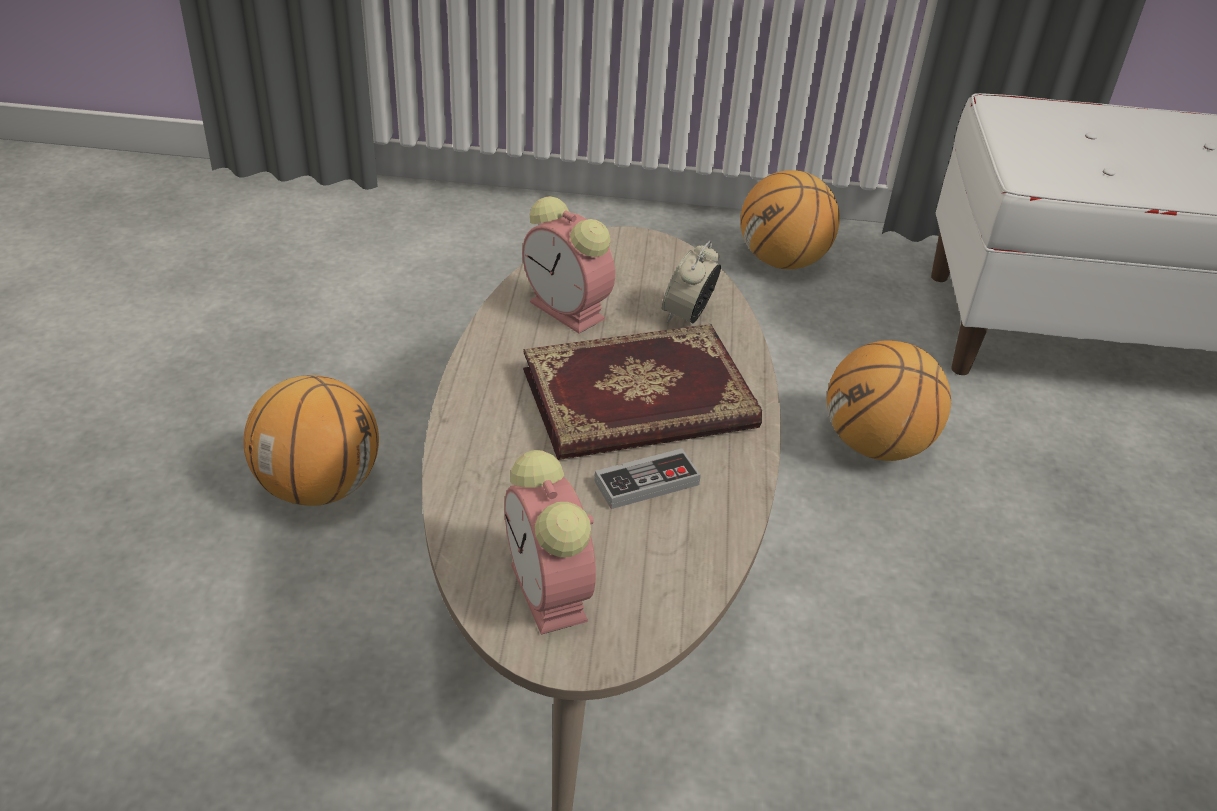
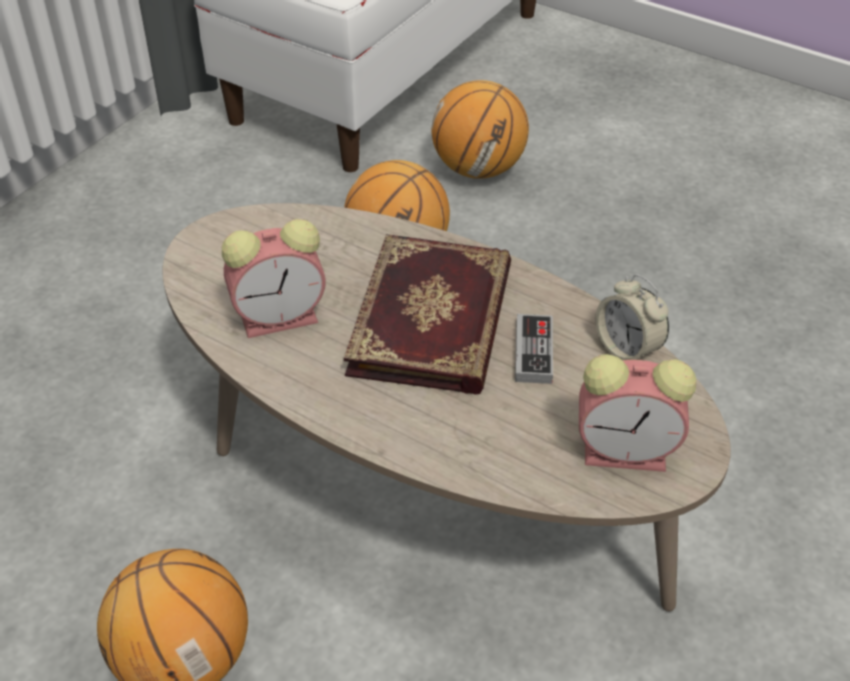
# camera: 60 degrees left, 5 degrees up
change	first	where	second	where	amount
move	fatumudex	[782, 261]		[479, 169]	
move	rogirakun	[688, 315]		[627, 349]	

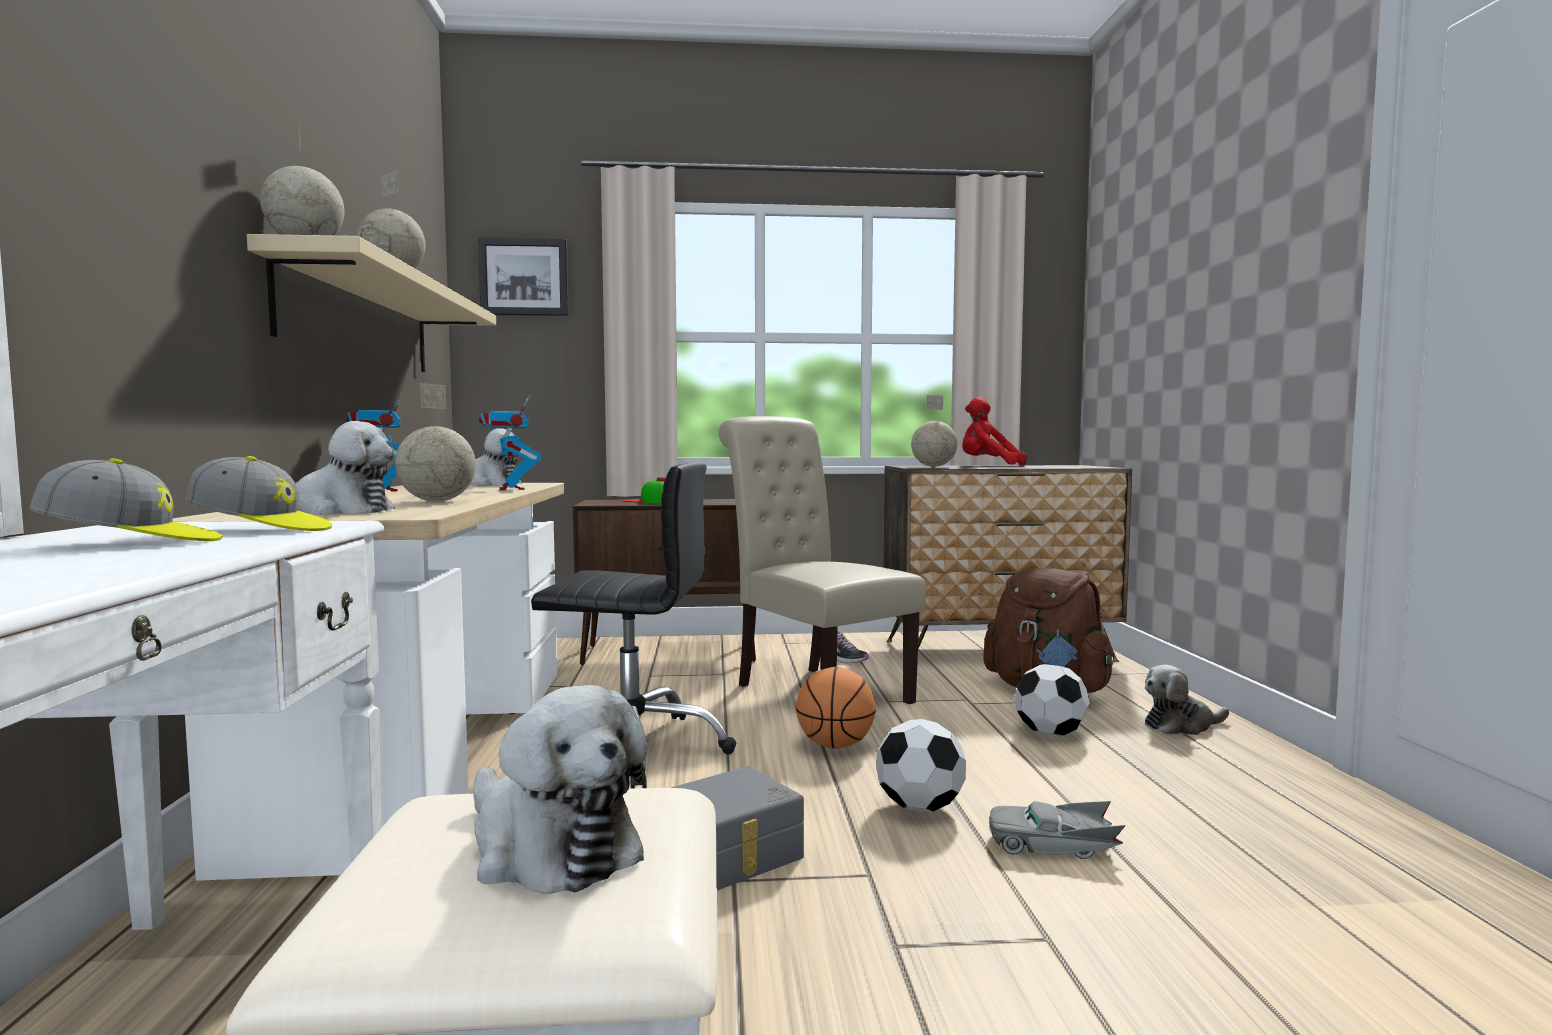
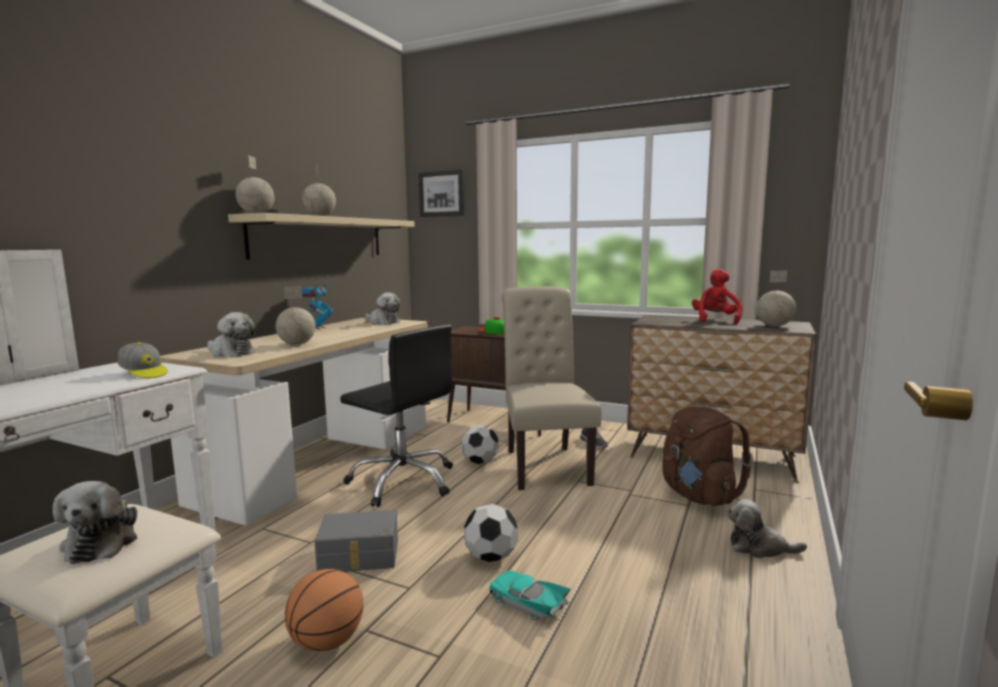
# camera: 30 degrees right, 5 degrees up
change	first	where	second	where	amount
move	fatumudex	[835, 746]		[327, 642]	
move	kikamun	[1050, 734]		[480, 462]	
recolor	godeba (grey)	[1052, 845]	godeba (turquoise)	[527, 604]	
rotate	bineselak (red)	[988, 465]		[715, 320]	45 degrees clockwise
move	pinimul	[934, 466]		[775, 326]	
delete	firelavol	[133, 542]			
delete	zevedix	[511, 489]			

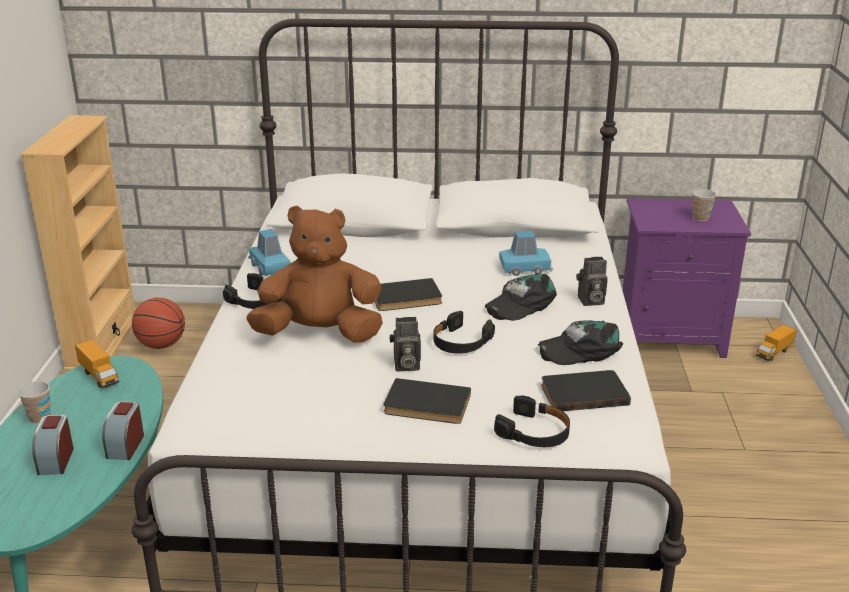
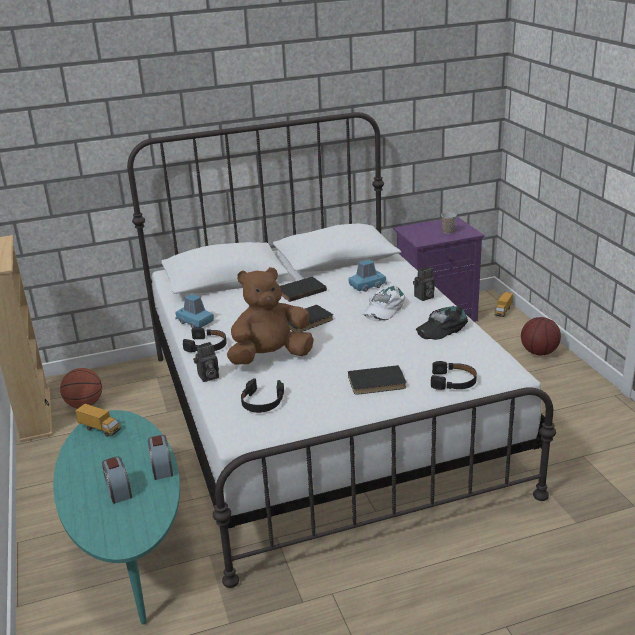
# camera: 20 degrees left, 0 degrees up
change	first	where	second	where	amount
move	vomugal	[405, 366]		[207, 377]	
move	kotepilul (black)	[461, 342]		[262, 402]	
move	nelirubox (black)	[583, 393]		[300, 290]	
recolor	firelavol (black)	[520, 304]	firelavol (white)	[383, 308]	
insert			fatumudex	[539, 352]	
delete	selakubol	[40, 418]			

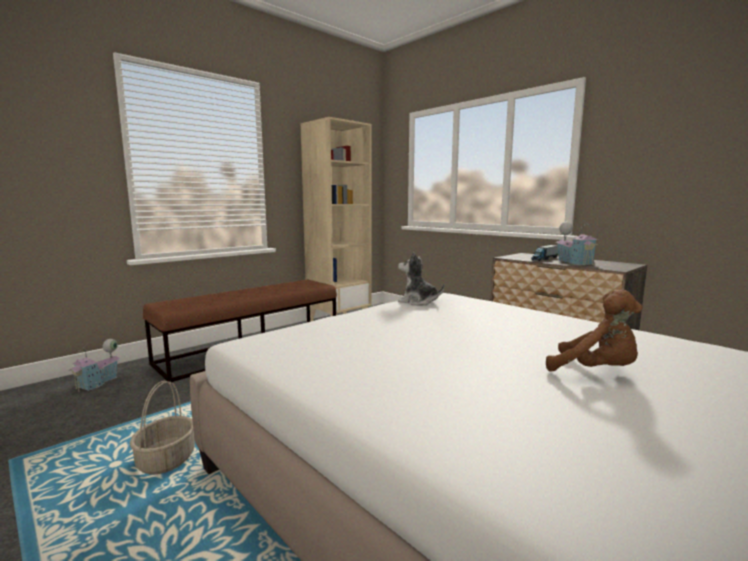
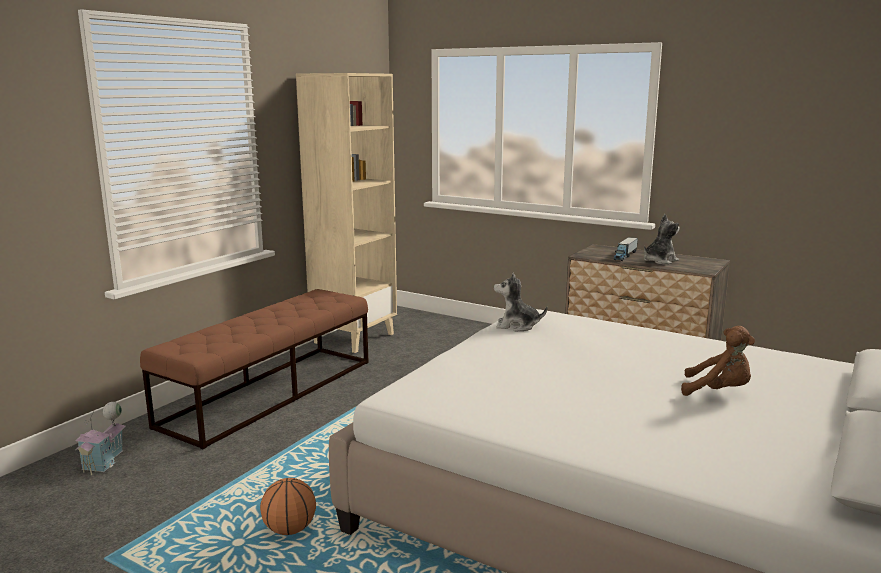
# camera: 15 degrees left, 5 degrees up
change	first	where	second	where	amount
replace	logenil	[166, 460]	fatumudex	[290, 530]	
replace	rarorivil	[575, 262]	bineselak	[659, 261]	

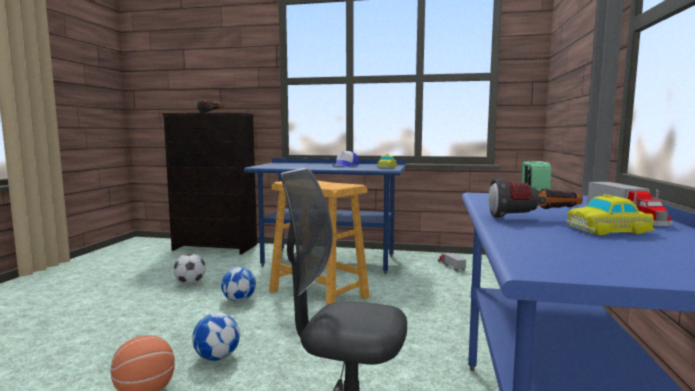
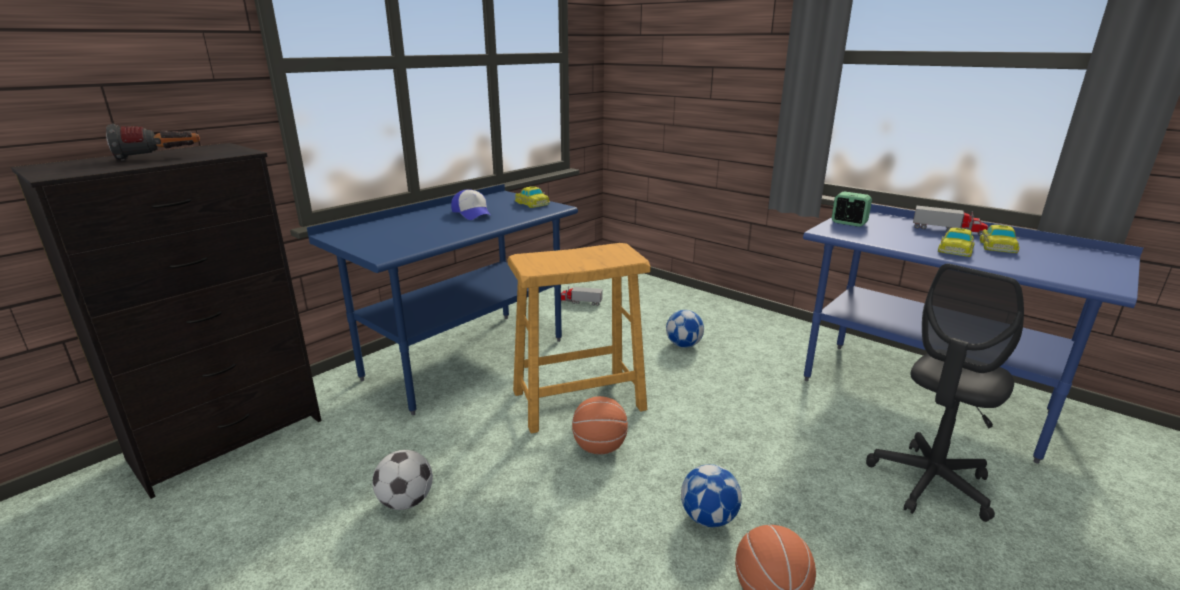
# camera: 60 degrees left, 15 degrees up
change	first	where	second	where	amount
insert			fatumudex	[600, 447]	
move	kikamun	[239, 300]		[683, 345]	
replace	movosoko	[533, 218]	godeba	[955, 249]	

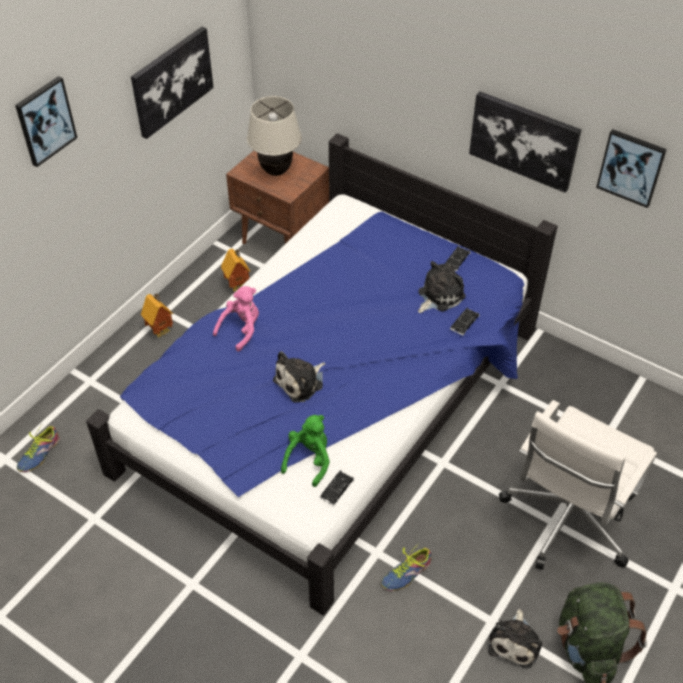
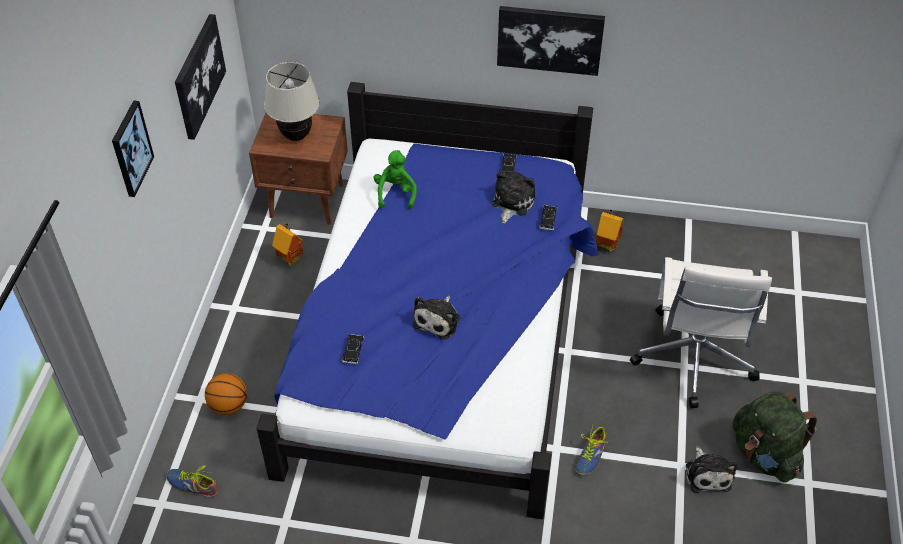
# camera: 25 degrees left, 0 degrees up
change	first	where	second	where	amount
rotate	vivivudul	[39, 454]		[193, 485]	105 degrees clockwise
insert			fatumudex	[228, 405]	
move	godeba (black)	[337, 489]		[353, 350]	
move	bineselak (green)	[309, 460]		[395, 193]	
move	rarorivil	[161, 330]		[607, 245]	
delete	bineselak (pink)	[241, 329]			
delete	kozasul	[631, 167]			

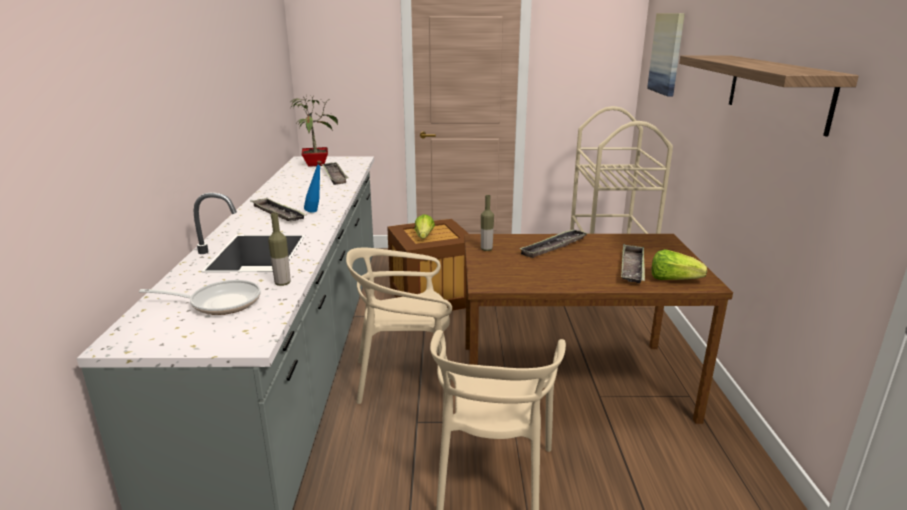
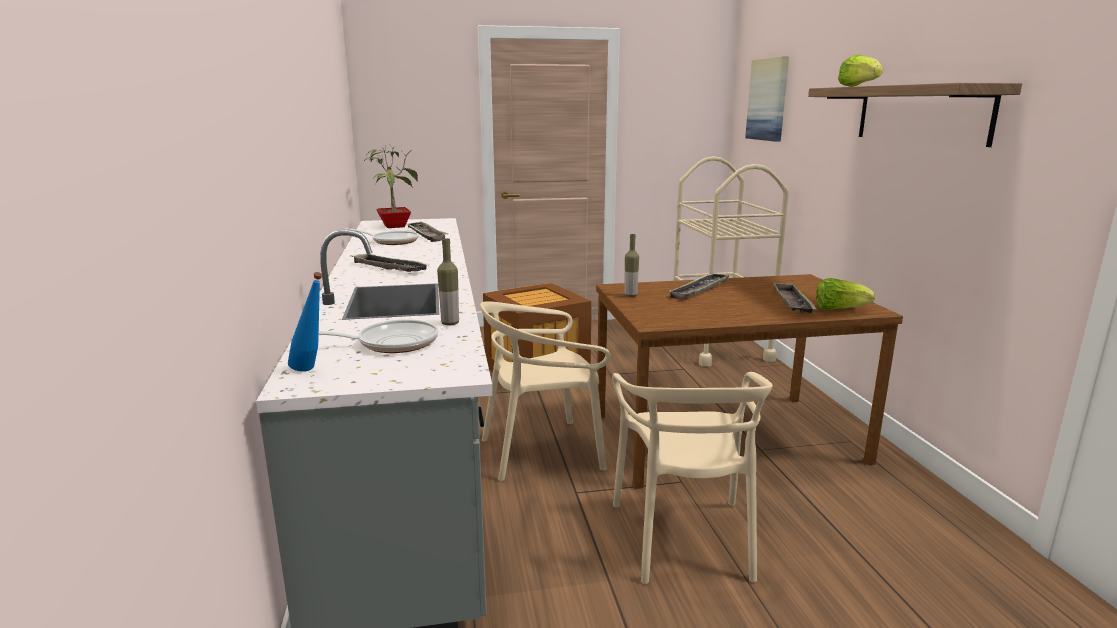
# camera: 10 degrees left, 5 degrees down
change	first	where	second	where	amount
move	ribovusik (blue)	[316, 212]		[312, 370]	
insert			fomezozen	[391, 241]	
move	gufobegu	[424, 237]		[859, 86]	

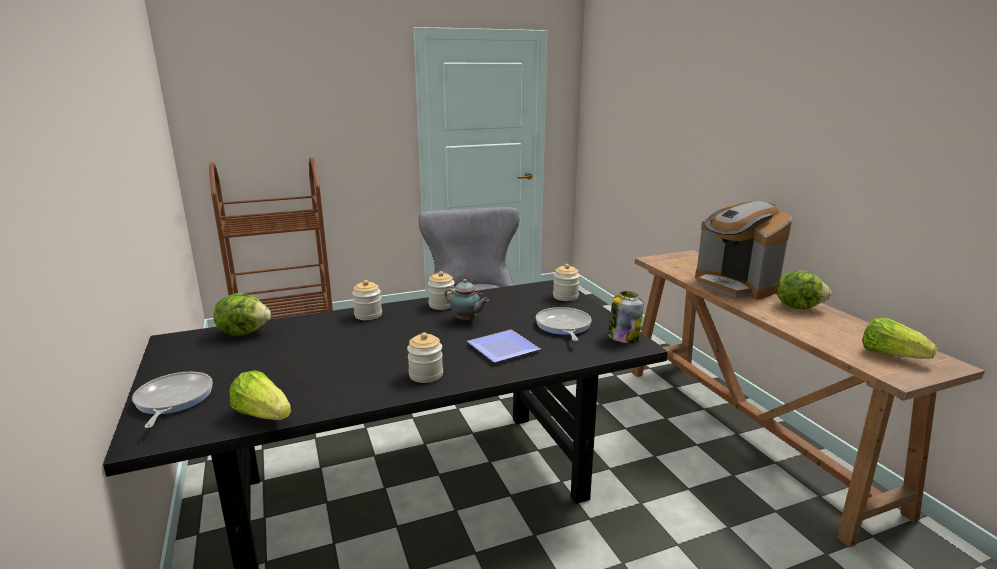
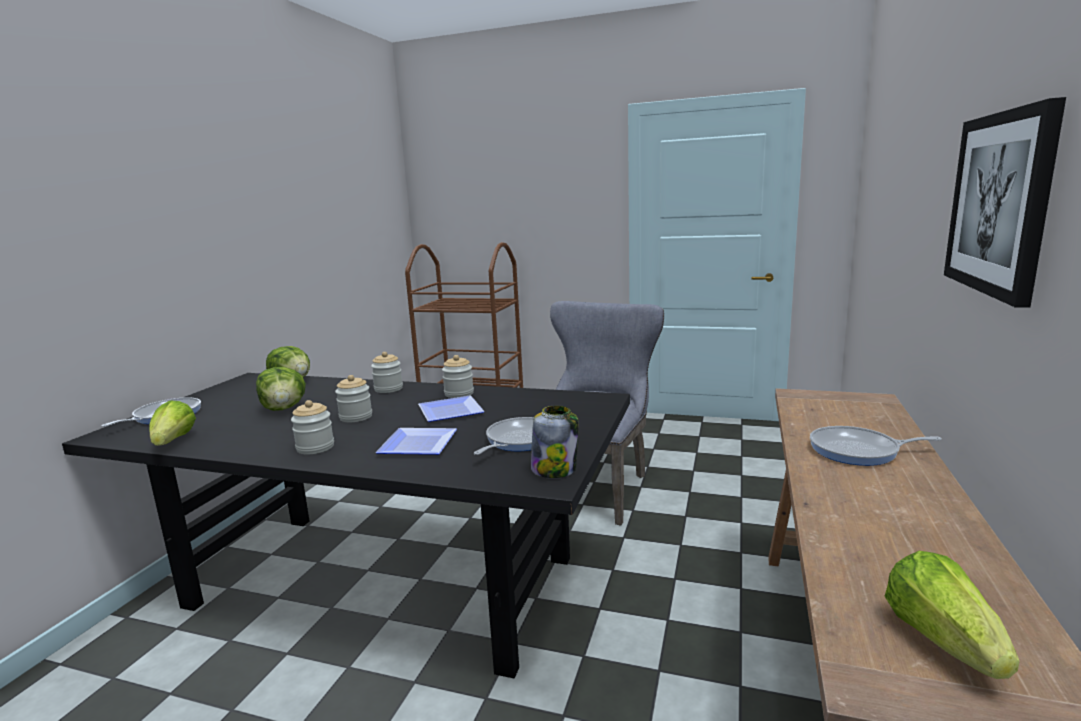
# camera: 40 degrees right, 5 degrees down
change	first	where	second	where	amount
move	gufobegu	[798, 306]		[284, 408]	
move	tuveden	[565, 297]		[356, 417]	
replace	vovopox	[466, 320]	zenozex	[448, 411]	
replace	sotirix	[735, 285]	fomezozen	[858, 451]	
insert			kozasul	[999, 203]	

